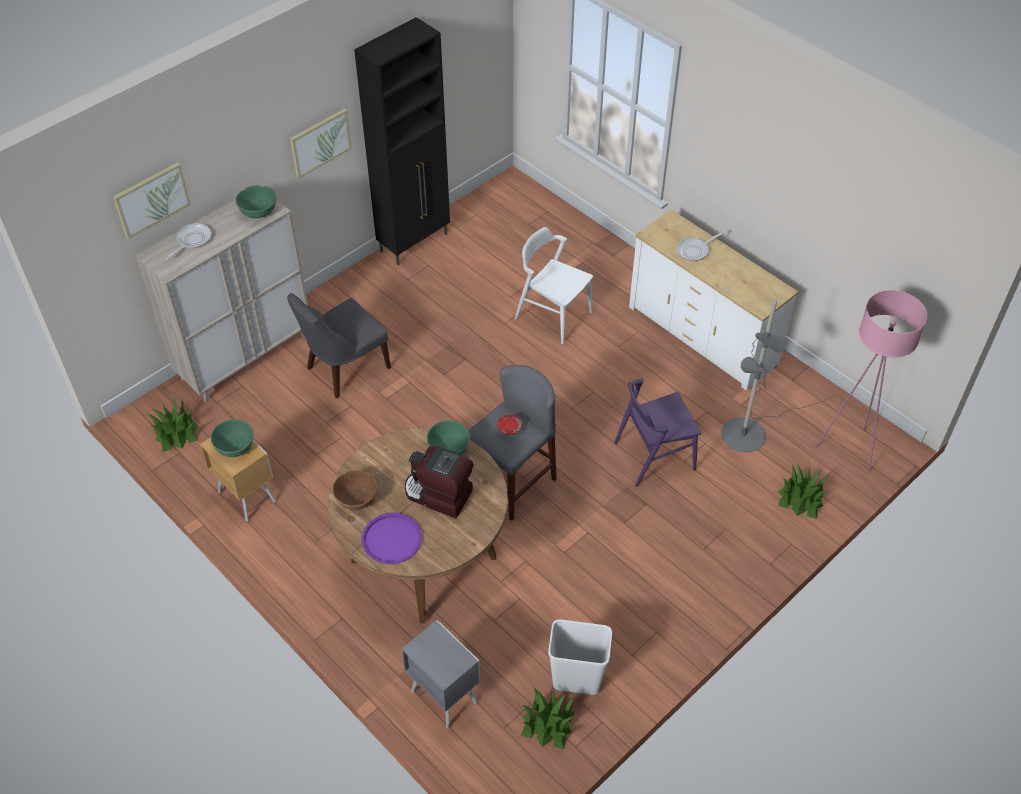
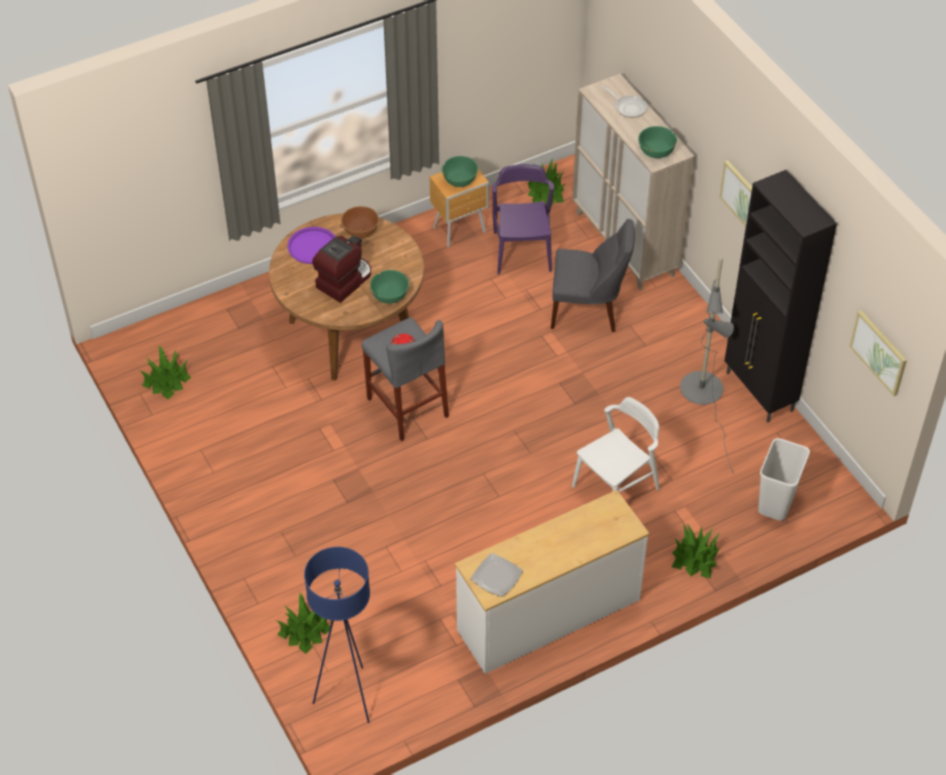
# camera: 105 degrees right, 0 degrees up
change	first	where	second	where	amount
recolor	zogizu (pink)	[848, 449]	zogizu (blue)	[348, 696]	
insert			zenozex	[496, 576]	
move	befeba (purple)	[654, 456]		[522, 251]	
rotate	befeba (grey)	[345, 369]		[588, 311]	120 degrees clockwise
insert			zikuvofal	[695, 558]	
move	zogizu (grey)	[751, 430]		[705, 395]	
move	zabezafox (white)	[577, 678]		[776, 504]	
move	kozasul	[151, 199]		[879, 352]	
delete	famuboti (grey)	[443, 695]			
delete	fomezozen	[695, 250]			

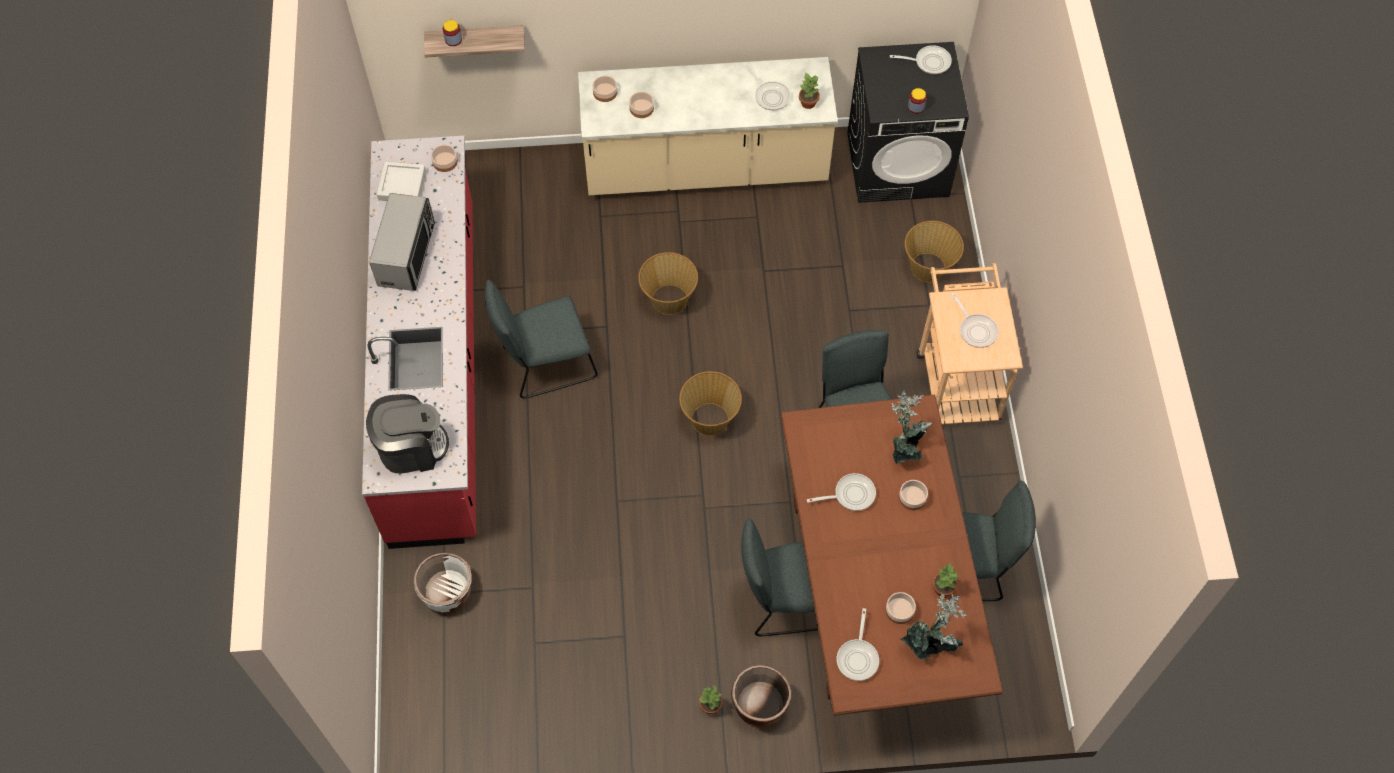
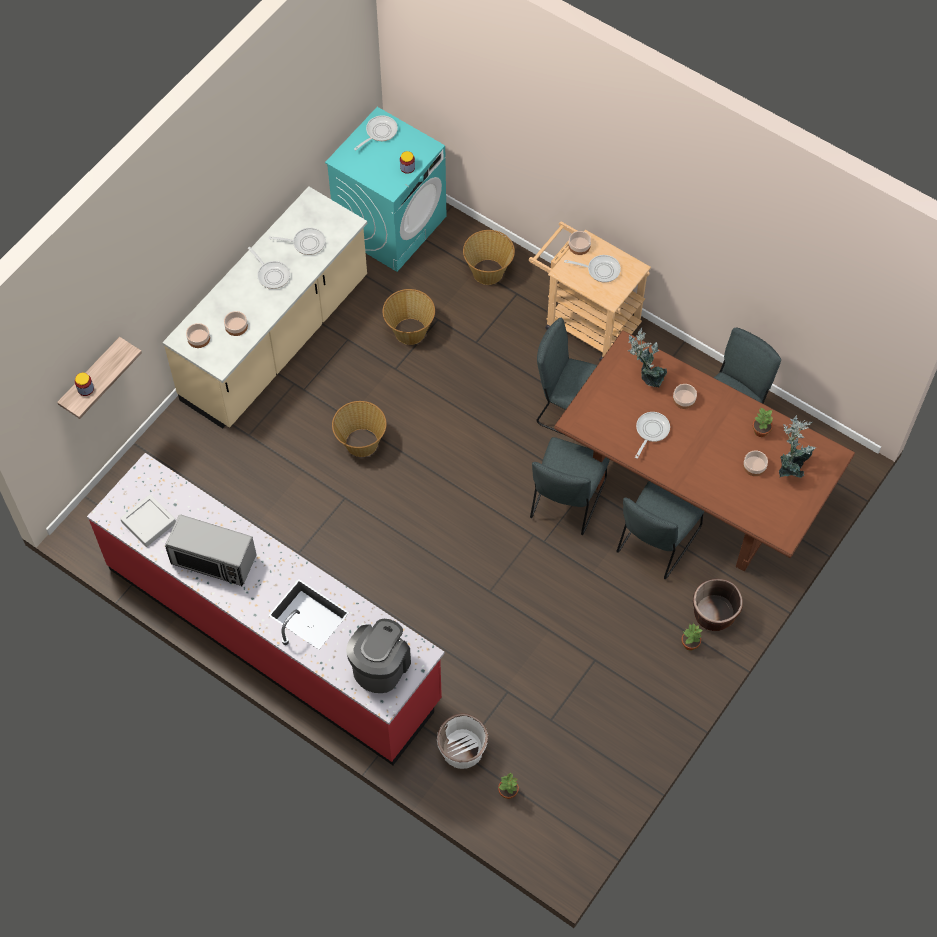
# camera: 50 degrees left, 0 degrees up
change	first	where	second	where	amount
rotate	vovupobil	[407, 254]		[213, 560]	150 degrees clockwise
move	fomezozen	[858, 657]		[272, 274]	
recolor	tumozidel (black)	[898, 164]	tumozidel (turquoise)	[390, 225]	
move	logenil	[710, 418]		[409, 331]	
move	zikuvofal	[807, 103]		[507, 792]	
move	befeba (grey)	[545, 364]		[566, 502]	
move	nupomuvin	[445, 161]		[579, 245]	

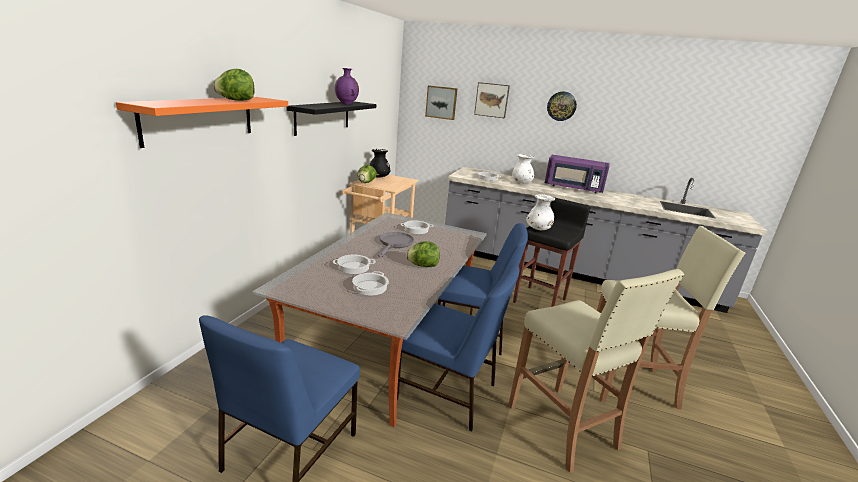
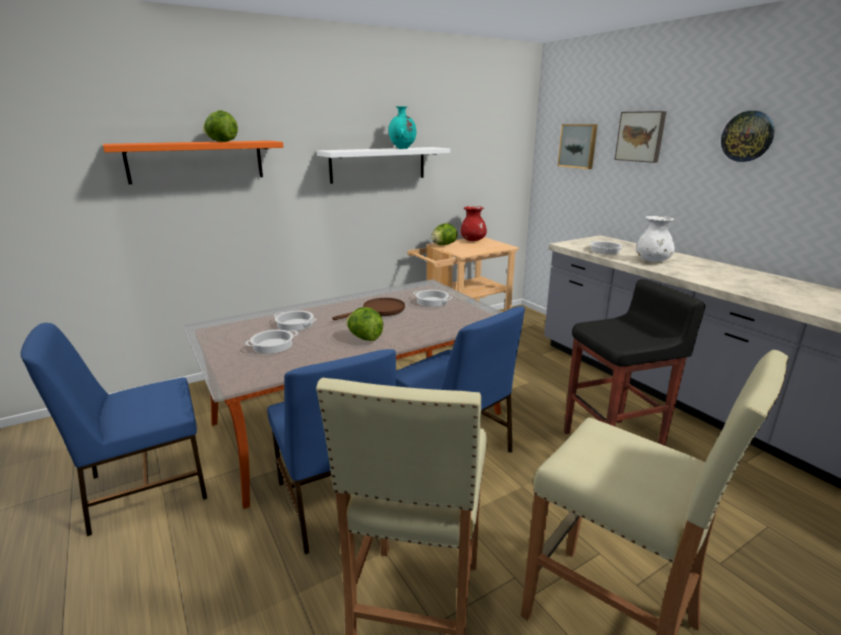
# camera: 40 degrees right, 0 degrees up
change	first	where	second	where	amount
recolor	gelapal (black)	[323, 117]	gelapal (white)	[378, 164]	
recolor	fomezozen (grey)	[394, 244]	fomezozen (brown)	[378, 311]	
recolor	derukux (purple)	[346, 104]	derukux (turquoise)	[402, 148]	
recolor	derukux (black)	[379, 177]	derukux (red)	[473, 240]	
delete	derukux (white)	[538, 229]			
delete	vovupobil (purple)	[573, 188]			

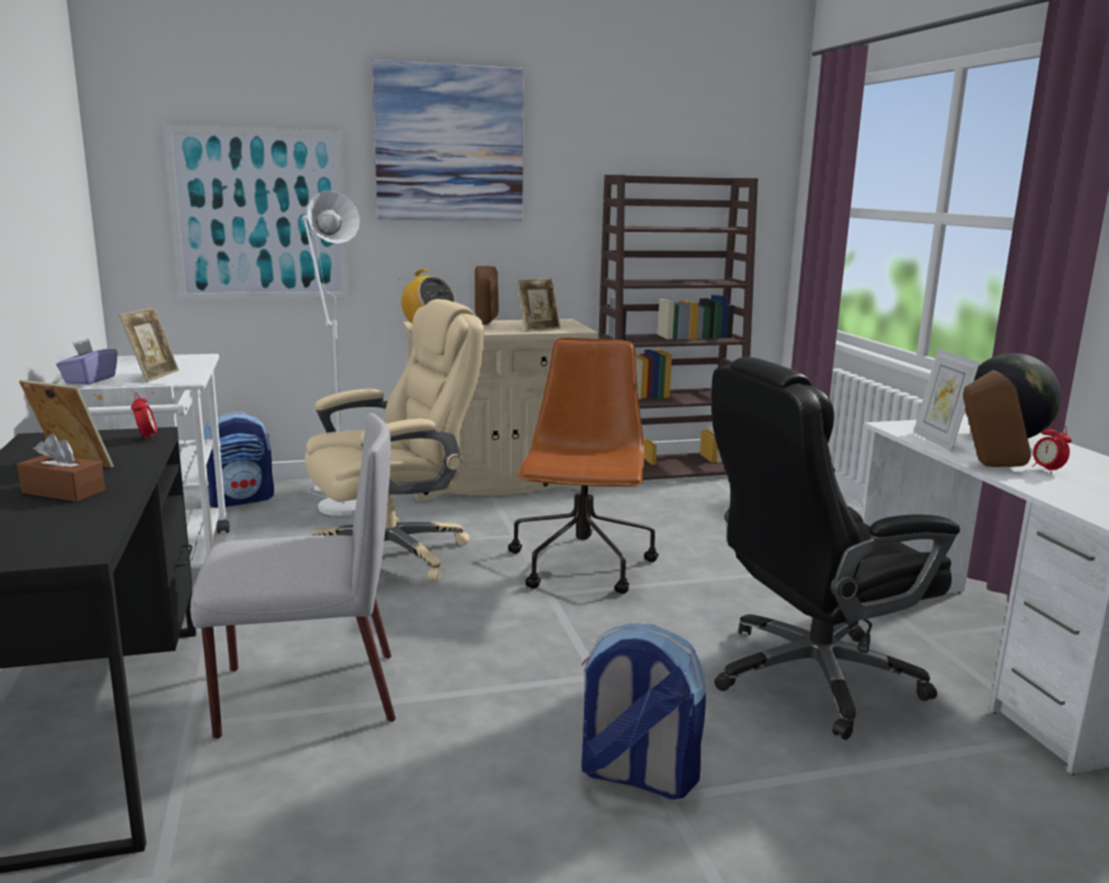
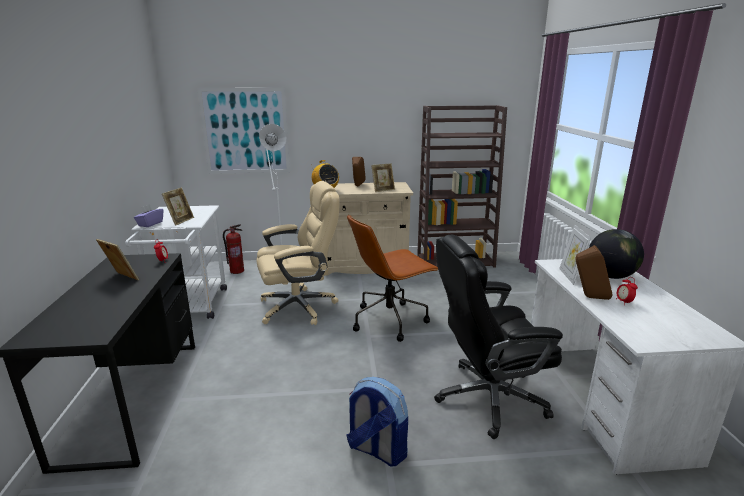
# camera: 10 degrees right, 5 degrees up
change	first	where	second	where	amount
replace	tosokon	[240, 499]	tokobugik	[237, 271]	
rotate	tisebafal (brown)	[581, 566]		[390, 320]	135 degrees counterclockwise
delete	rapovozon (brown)	[63, 491]			
delete	befeba (grey)	[305, 695]			
delete	kozasul	[449, 144]			

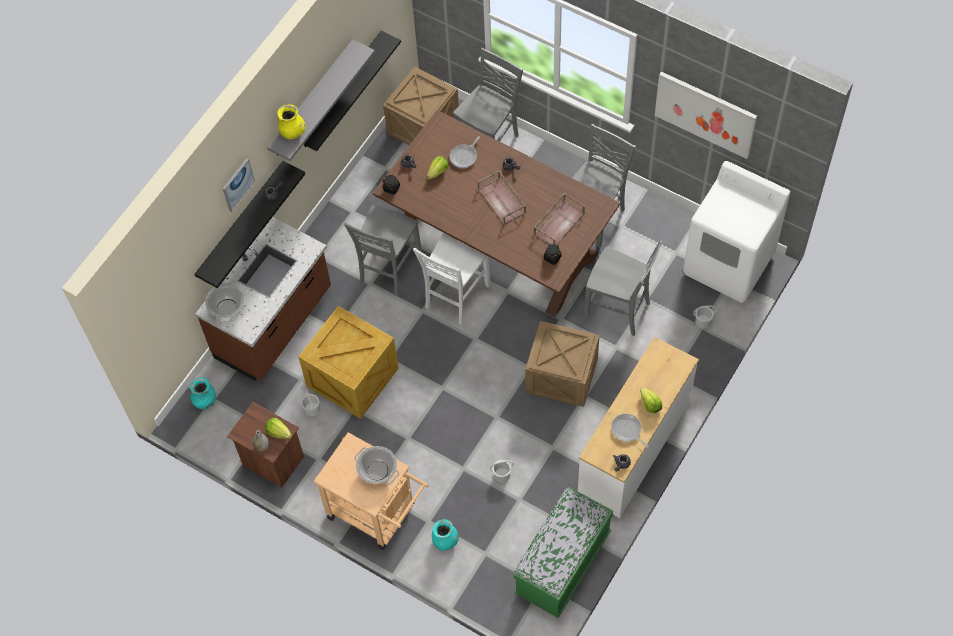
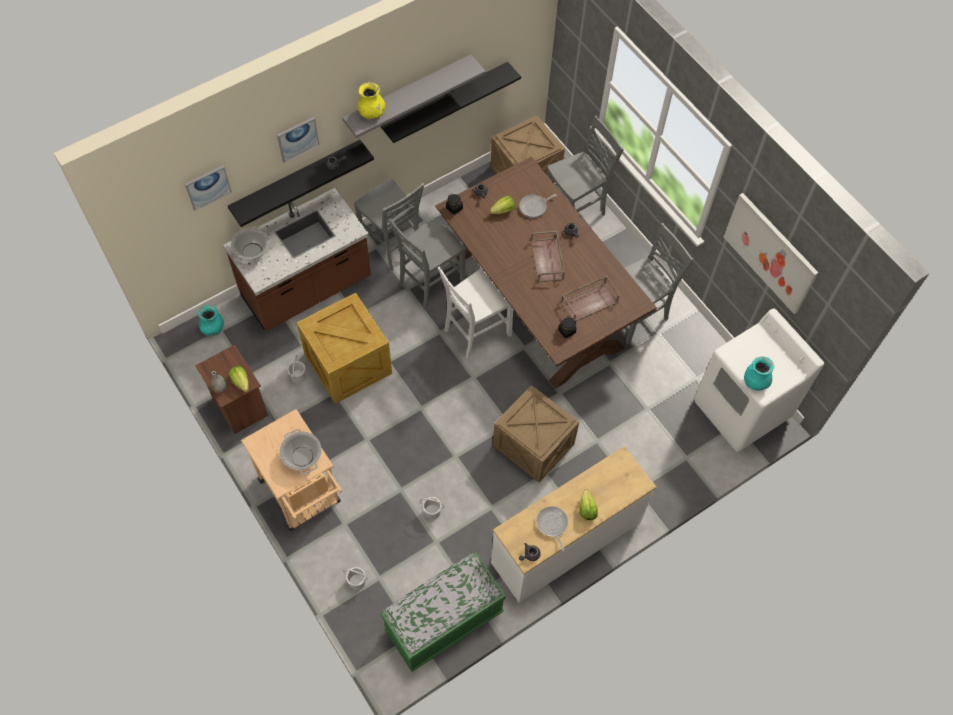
# camera: 20 degrees right, 0 degrees up
change	first	where	second	where	amount
insert			kozasul	[208, 187]	
move	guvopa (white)	[703, 321]		[357, 582]	
move	befeba (grey)	[618, 310]		[392, 245]	
move	derukux (turquoise)	[445, 540]		[755, 381]	

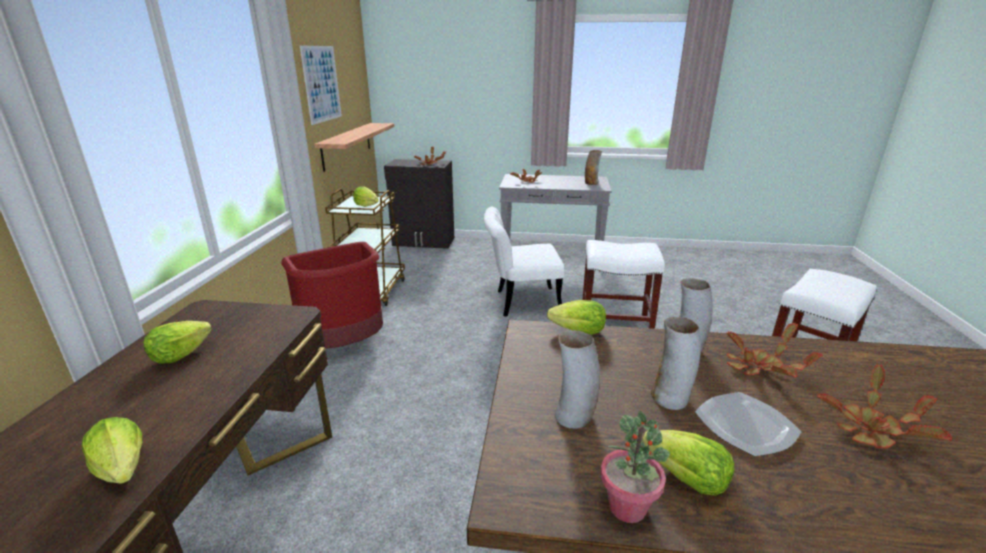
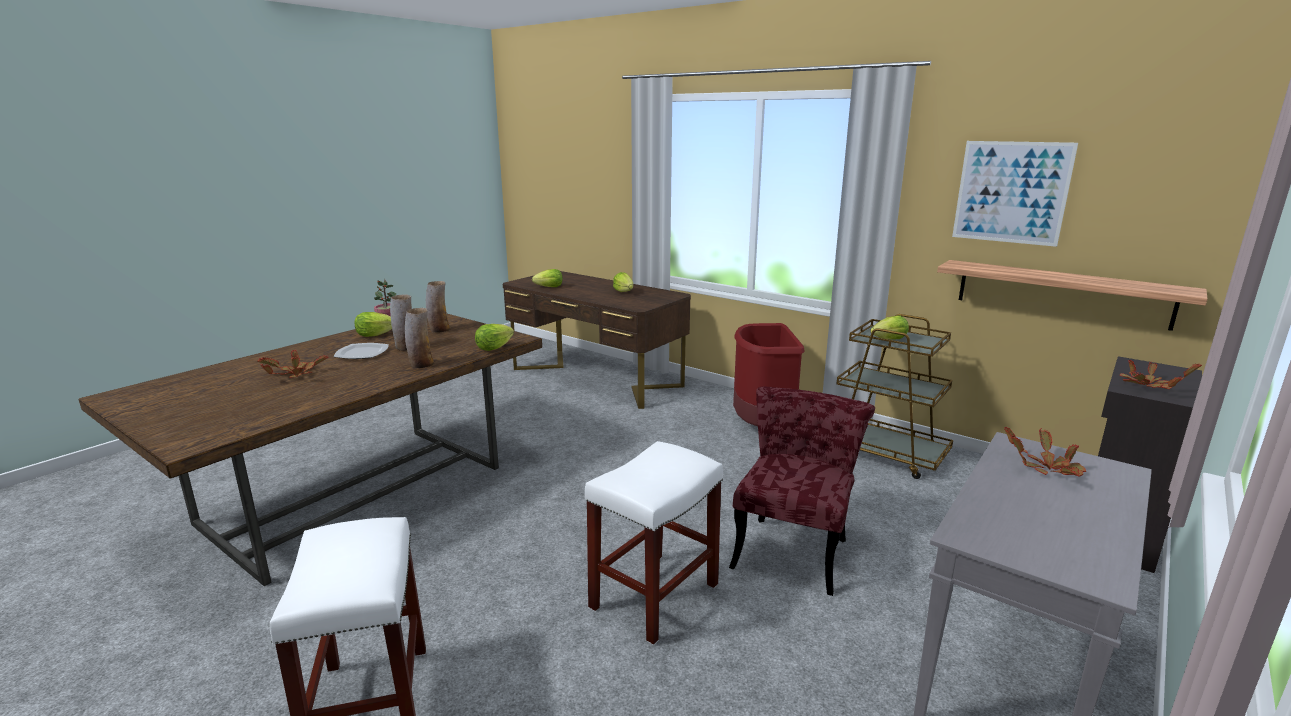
# camera: 120 degrees right, 5 degrees down
change	first	where	second	where	amount
recolor	befeba (white)	[520, 302]	befeba (red)	[794, 546]	
delete	derukux	[591, 183]			
delete	zikuvofal	[760, 367]			

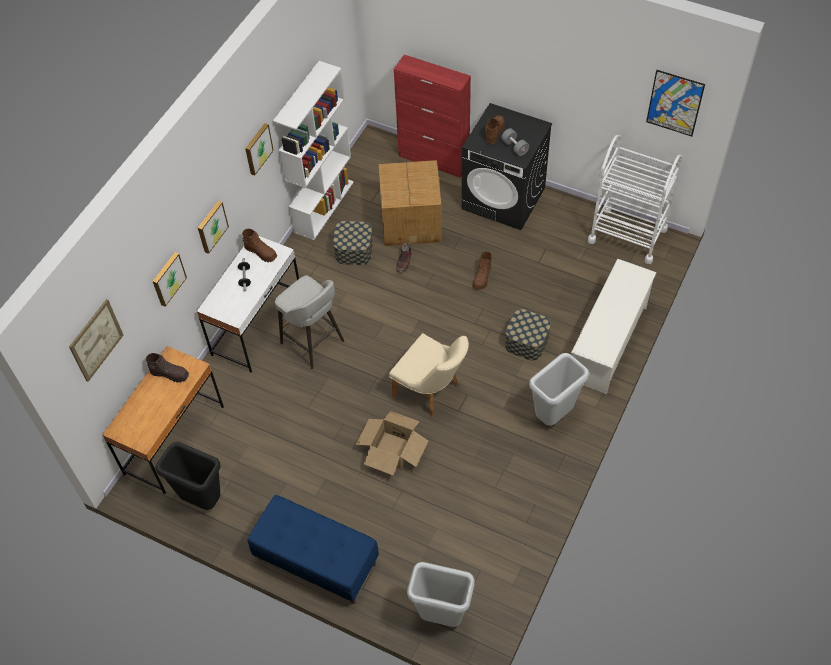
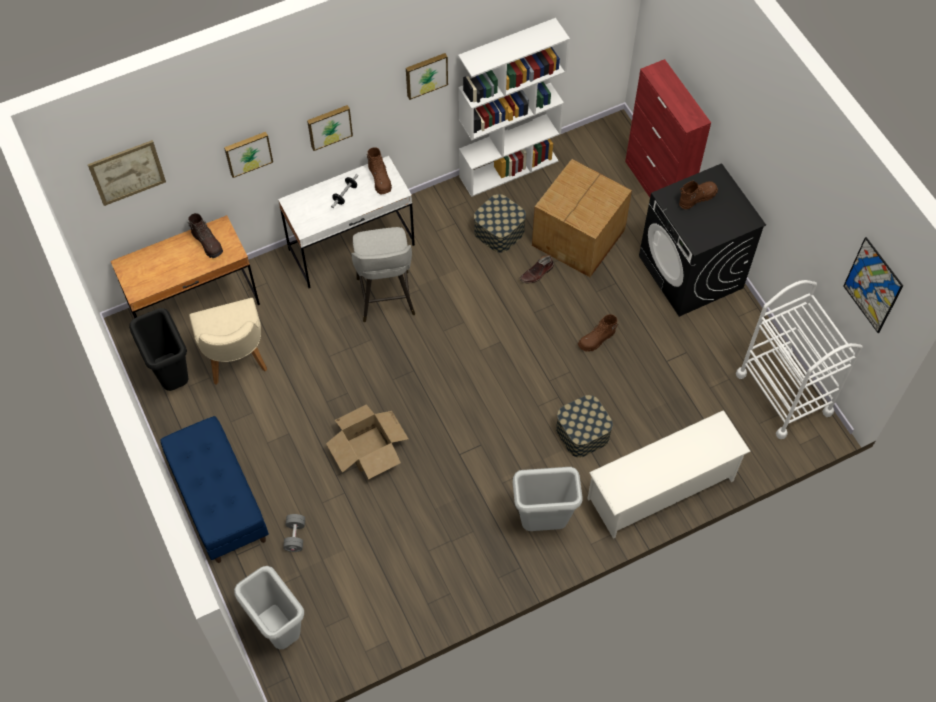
# camera: 35 degrees right, 5 degrees up
change	first	where	second	where	amount
move	befeba (beige)	[432, 393]		[236, 361]	
move	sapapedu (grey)	[514, 147]		[295, 536]	

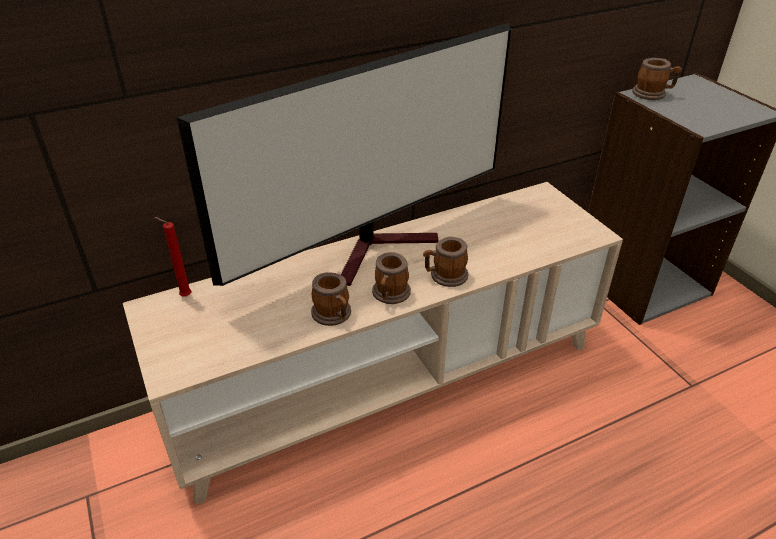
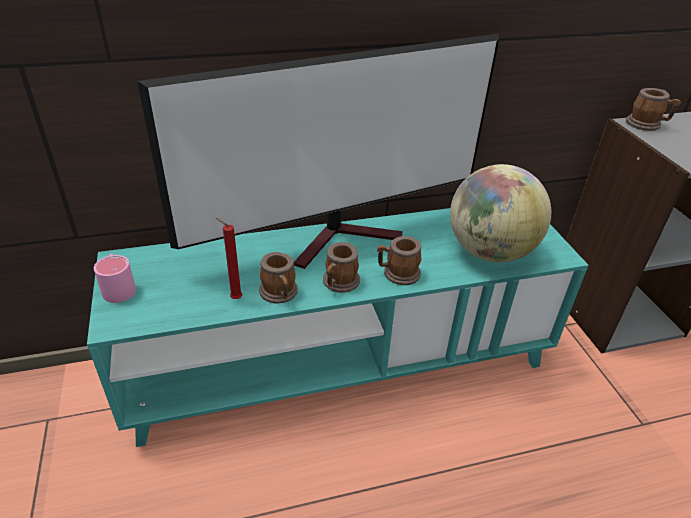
# camera: 10 degrees right, 0 degrees up
change	first	where	second	where	amount
recolor	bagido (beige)	[388, 381]	bagido (turquoise)	[340, 365]	
insert			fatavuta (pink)	[118, 287]	
move	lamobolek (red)	[184, 296]		[234, 298]	
insert			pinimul	[489, 251]	

